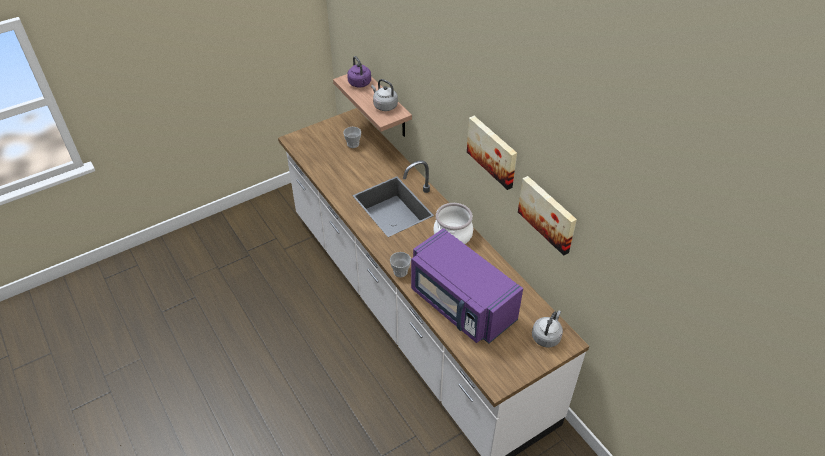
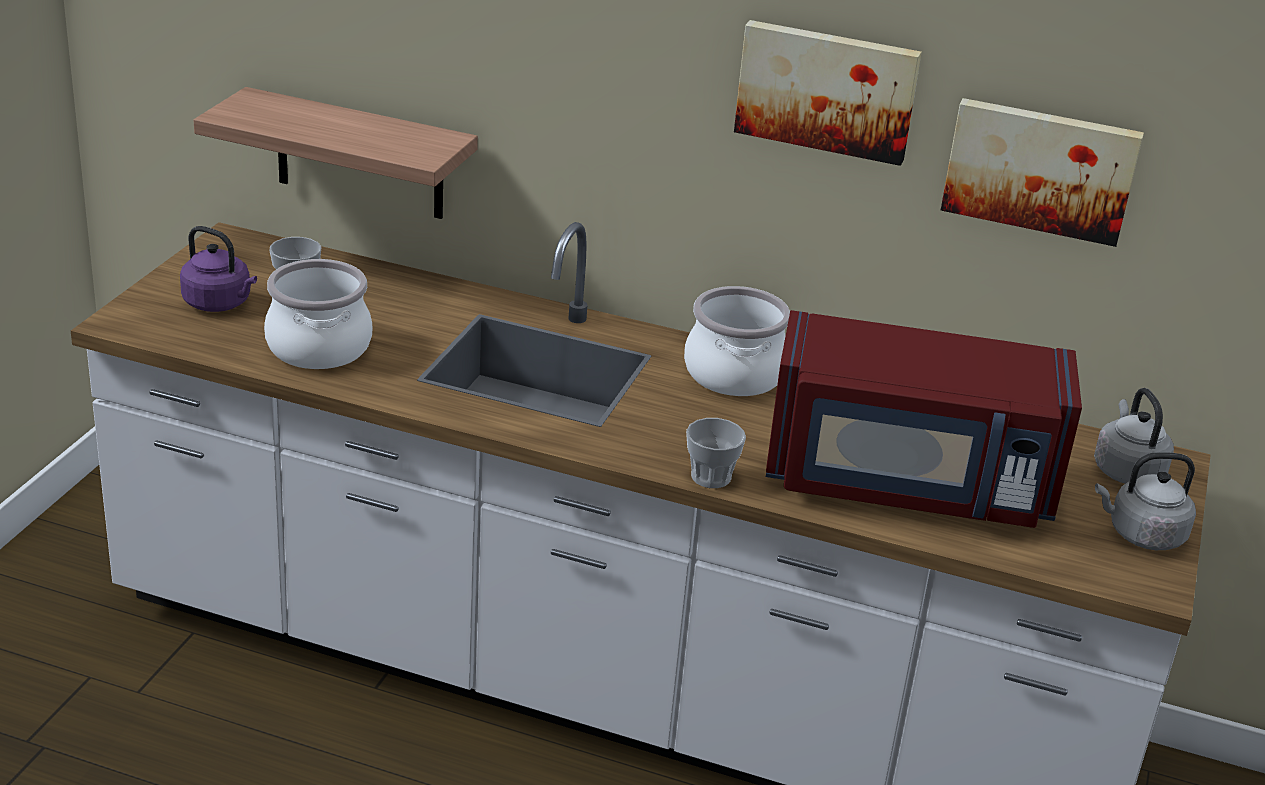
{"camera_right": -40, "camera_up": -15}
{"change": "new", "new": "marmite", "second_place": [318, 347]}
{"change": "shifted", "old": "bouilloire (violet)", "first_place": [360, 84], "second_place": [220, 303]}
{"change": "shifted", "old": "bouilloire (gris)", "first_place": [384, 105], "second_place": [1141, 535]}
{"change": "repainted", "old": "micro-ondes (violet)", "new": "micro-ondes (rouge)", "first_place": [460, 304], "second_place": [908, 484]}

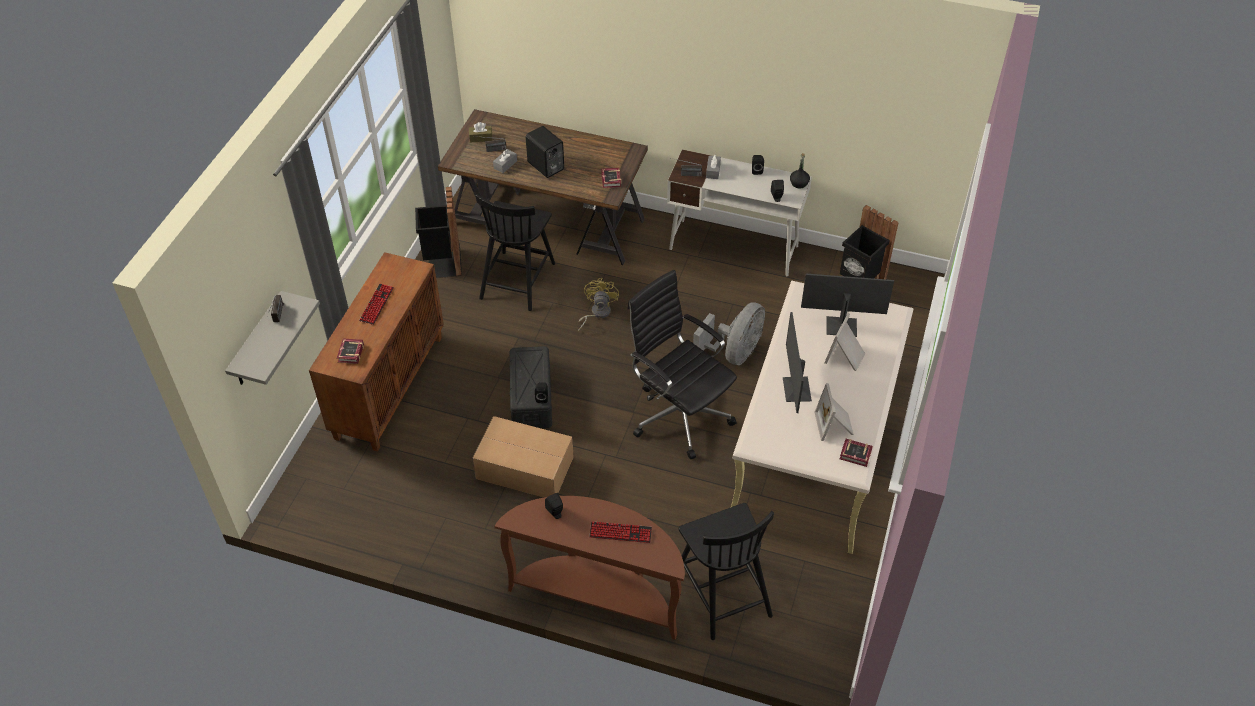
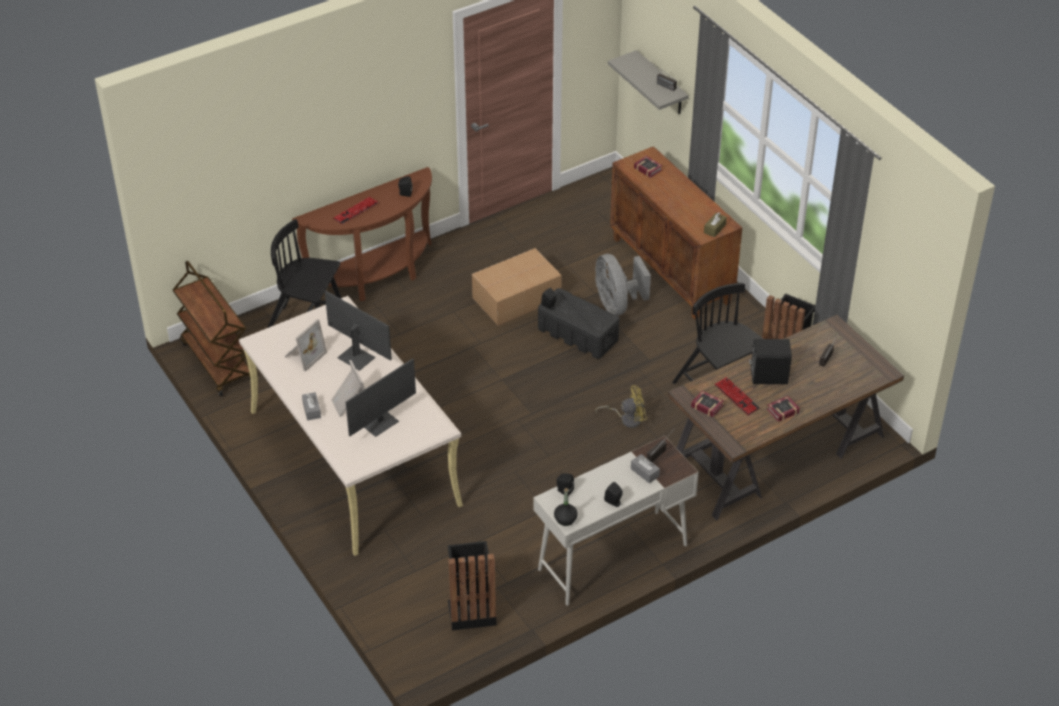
{"camera_right": 130, "camera_up": -5}
{"change": "gone", "old": "chaise de bureau (noir)", "first_place": [679, 414]}
{"change": "new", "new": "chariot (marron)", "second_place": [216, 362]}
{"change": "shifted", "old": "clavier", "first_place": [376, 304], "second_place": [737, 397]}
{"change": "shifted", "old": "boîte à mouchoirs (marron)", "first_place": [481, 138], "second_place": [714, 229]}
{"change": "shifted", "old": "boîte à mouchoirs (gris)", "first_place": [505, 165], "second_place": [311, 410]}
{"change": "shifted", "old": "ventilateur (gris)", "first_place": [734, 353], "second_place": [617, 304]}
{"change": "shifted", "old": "livre", "first_place": [856, 455], "second_place": [781, 411]}
{"change": "rotated", "old": "ventilateur (jaune)", "first_place": [597, 313], "second_place": [627, 419], "degrees": -60}
{"change": "rotated", "old": "cadre photo", "first_place": [835, 425], "second_place": [303, 355], "degrees": 90}

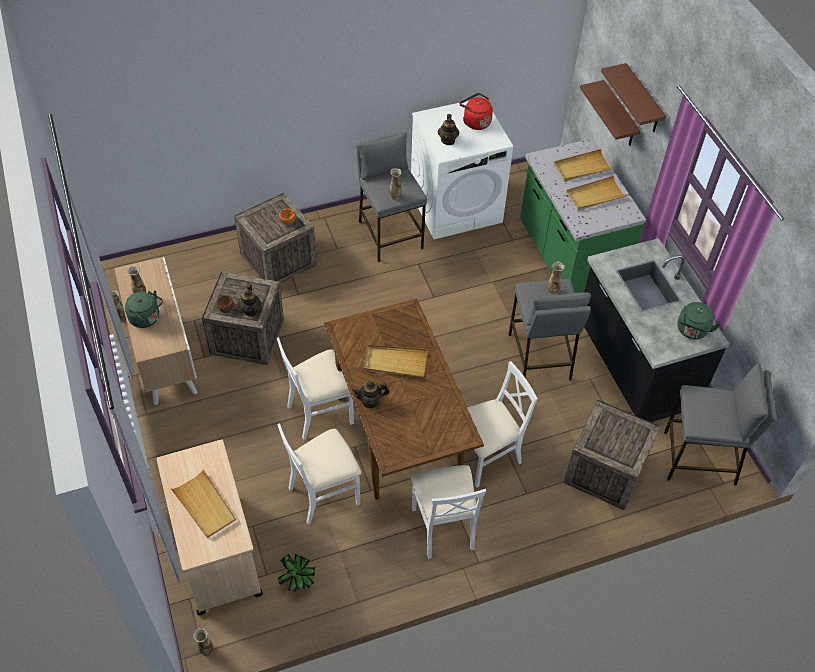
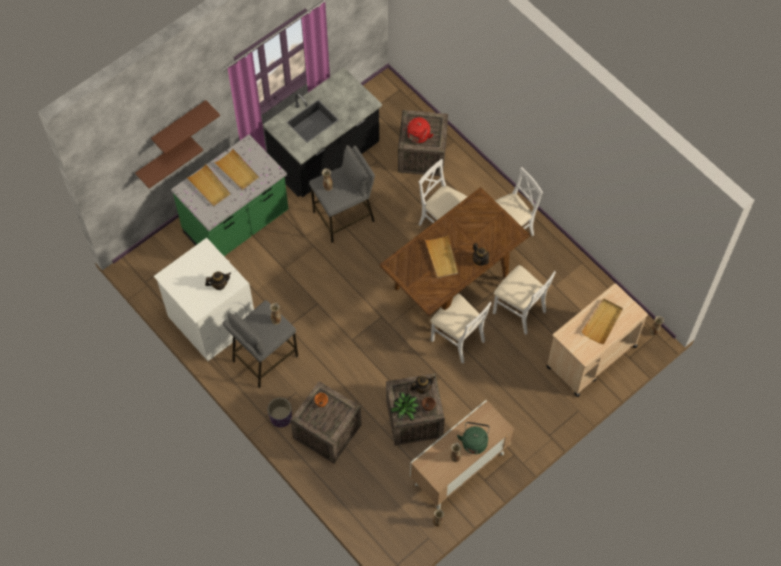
{"camera_right": -110, "camera_up": 10}
{"change": "gone", "old": "tabouret (gris)", "first_place": [700, 459]}
{"change": "gone", "old": "bouilloire (vert)", "first_place": [692, 331]}
{"change": "new", "new": "cache-pot (violet)", "second_place": [281, 417]}
{"change": "shifted", "old": "plante en pot", "first_place": [298, 583], "second_place": [405, 412]}
{"change": "shifted", "old": "bouilloire (rouge)", "first_place": [475, 122], "second_place": [418, 137]}

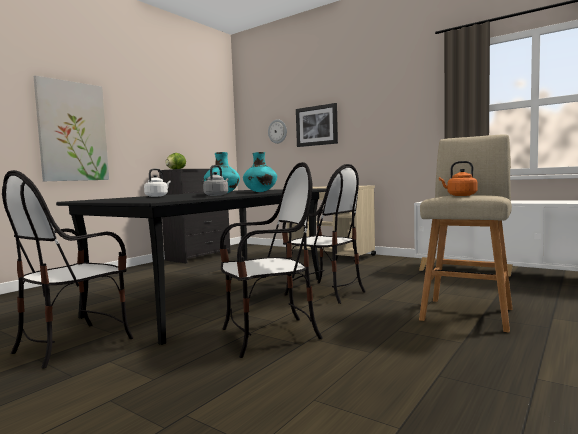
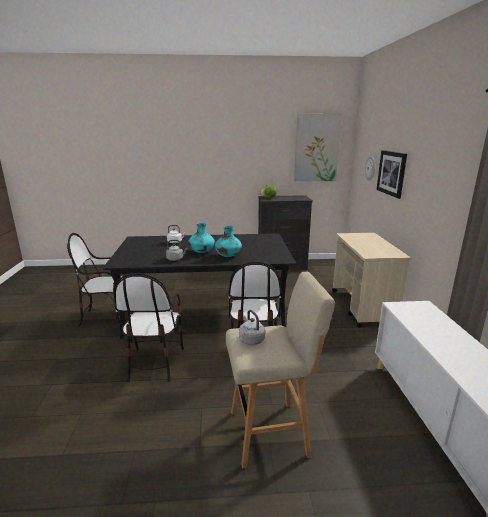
{"camera_right": 50, "camera_up": 15}
{"change": "shifted", "old": "tableau", "first_place": [72, 131], "second_place": [316, 148]}
{"change": "repainted", "old": "bouilloire (orange)", "new": "bouilloire (gris)", "first_place": [460, 195], "second_place": [251, 339]}
{"change": "rotated", "old": "chaise", "first_place": [269, 336], "second_place": [154, 363], "degrees": 60}

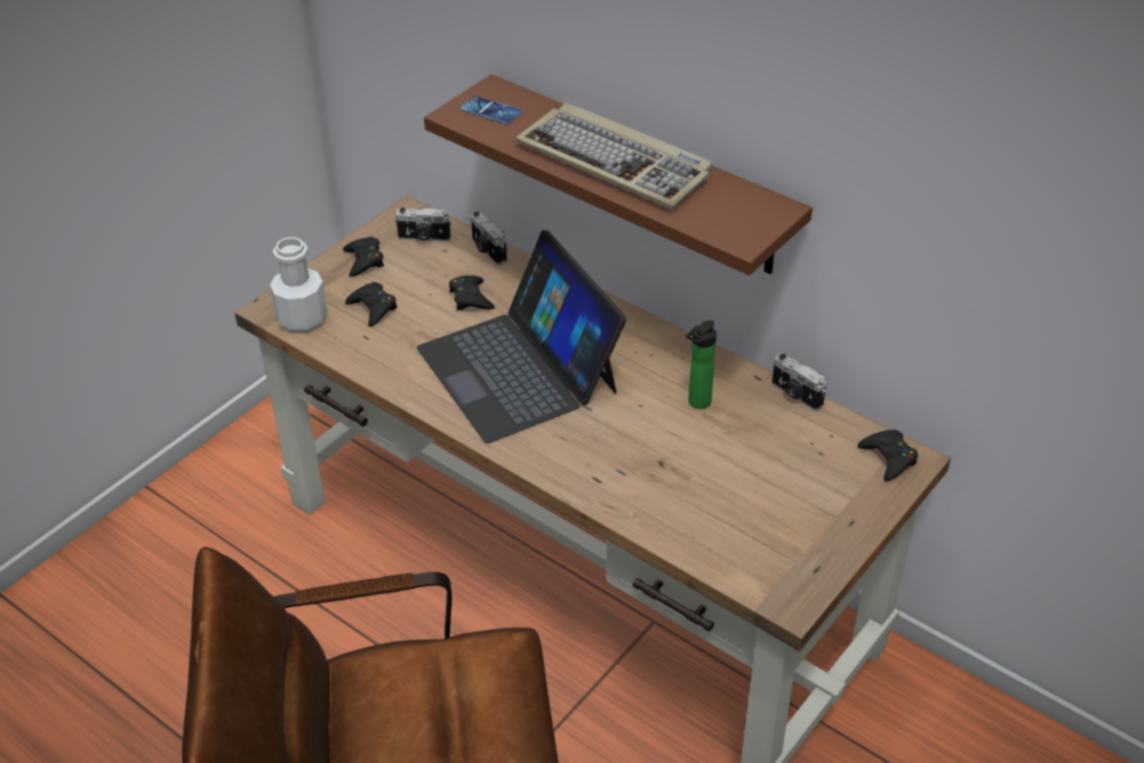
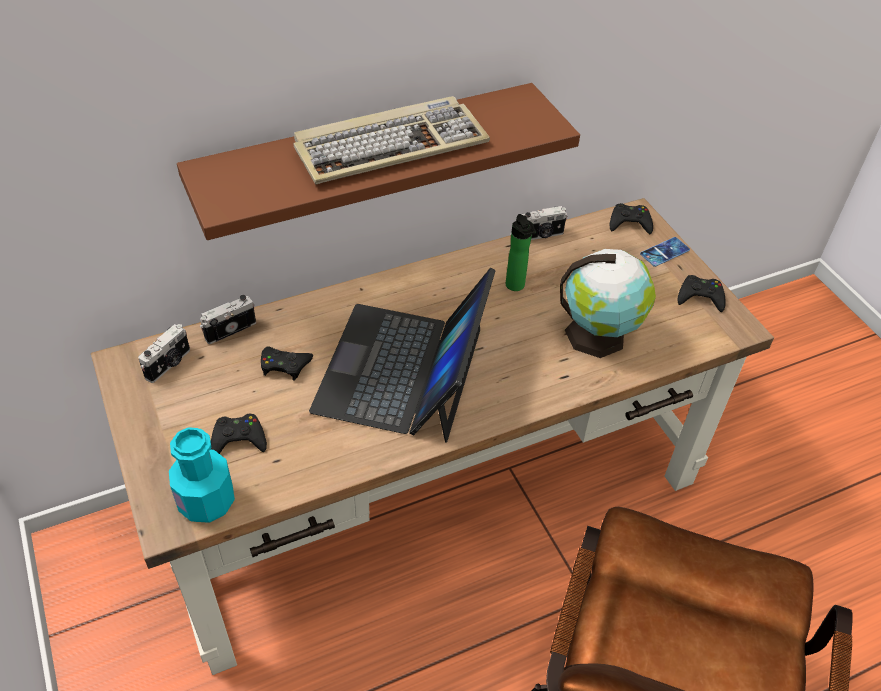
{"camera_right": -65, "camera_up": 5}
{"change": "new", "new": "globe", "second_place": [599, 335]}
{"change": "shifted", "old": "manette (noir)", "first_place": [364, 260], "second_place": [700, 297]}
{"change": "shifted", "old": "téléphone", "first_place": [491, 111], "second_place": [664, 252]}
{"change": "repainted", "old": "bouteille (blanc)", "new": "bouteille (turquoise)", "first_place": [302, 318], "second_place": [207, 501]}
{"change": "rotated", "old": "ordinateur portable", "first_place": [519, 369], "second_place": [402, 371], "degrees": 105}
{"change": "rotated", "old": "appareil photo", "first_place": [487, 251], "second_place": [229, 329], "degrees": 150}

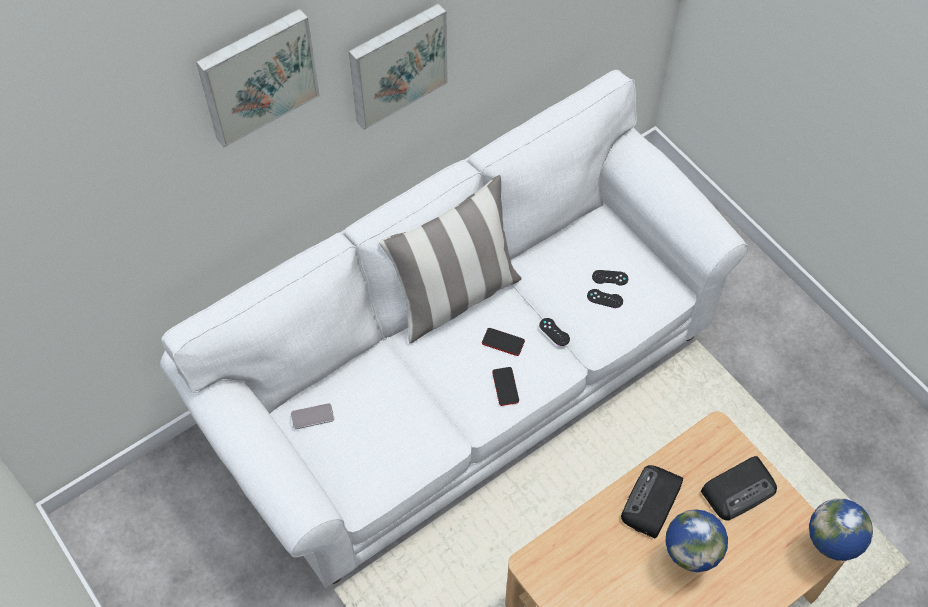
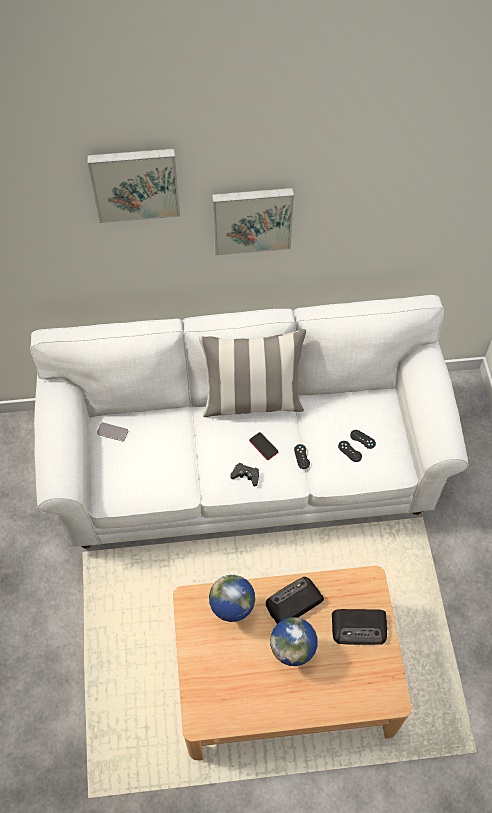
{"camera_right": 30, "camera_up": 0}
{"change": "shifted", "old": "globe", "first_place": [826, 551], "second_place": [232, 613]}
{"change": "swapped", "old": "téléphone", "new": "manette (noir)", "first_place": [505, 386], "second_place": [246, 476]}

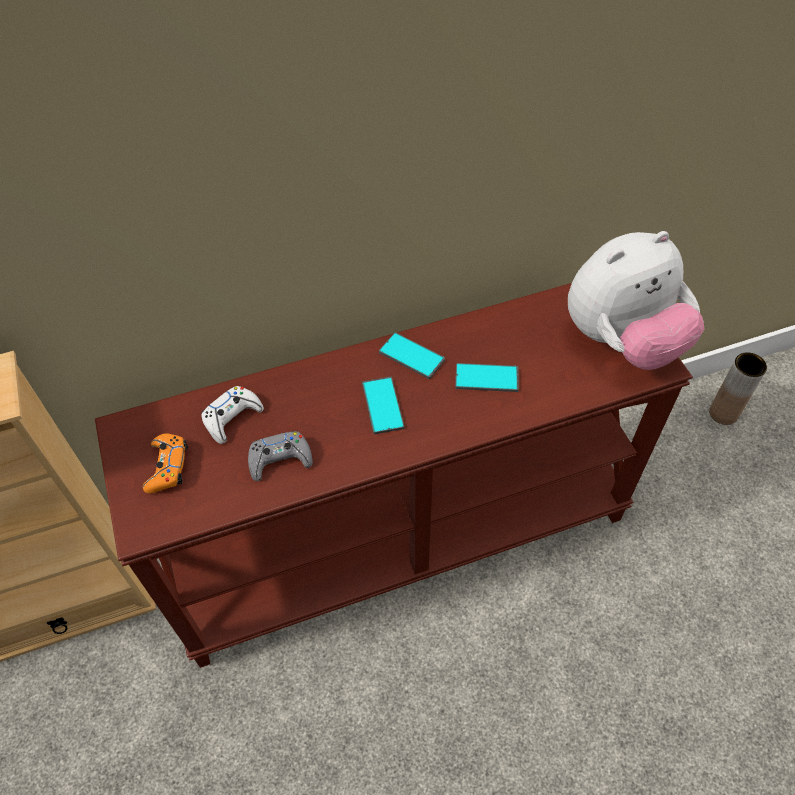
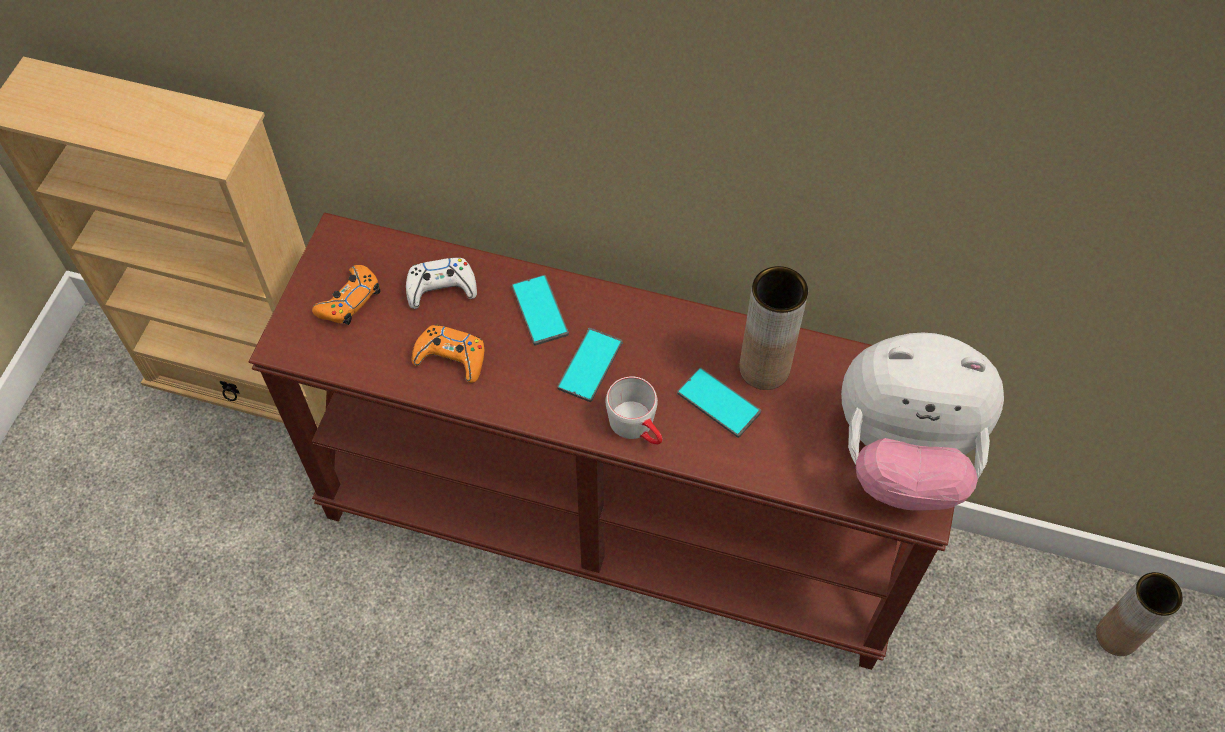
{"camera_right": 35, "camera_up": 5}
{"change": "new", "new": "mug (gris)", "second_place": [638, 428]}
{"change": "new", "new": "vase (marron)", "second_place": [764, 368]}
{"change": "shifted", "old": "téléphone", "first_place": [411, 356], "second_place": [540, 310]}
{"change": "repainted", "old": "manette (gris)", "new": "manette (orange)", "first_place": [280, 460], "second_place": [451, 358]}

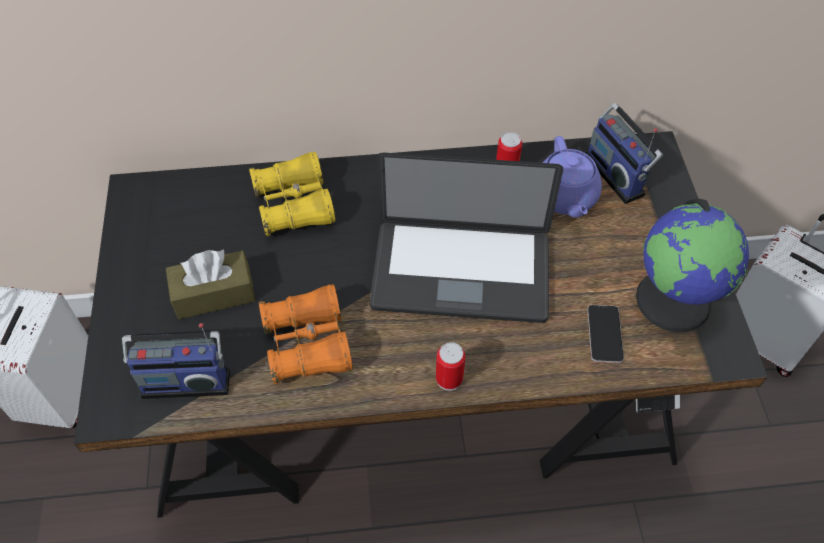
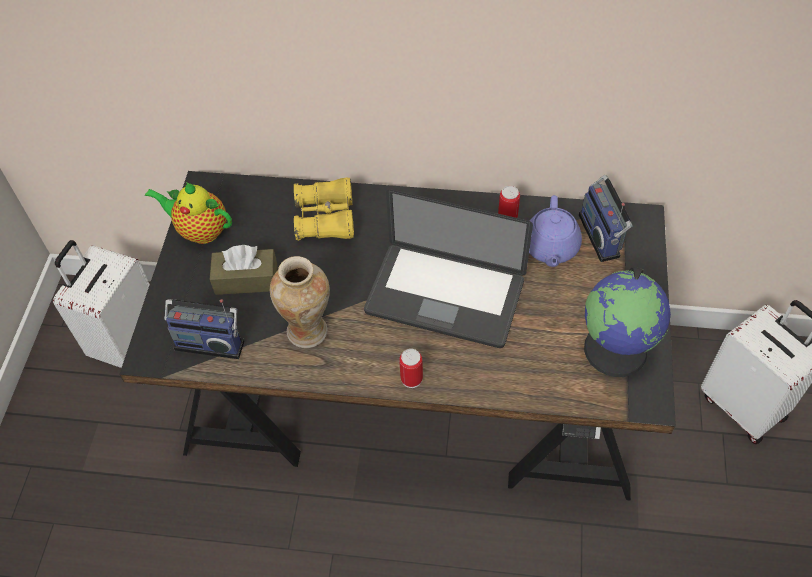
{"camera_right": 15, "camera_up": 0}
{"change": "gone", "old": "téléphone", "first_place": [604, 334]}
{"change": "new", "new": "théière", "second_place": [200, 230]}
{"change": "swapped", "old": "jumelles (orange)", "new": "vase", "first_place": [308, 343], "second_place": [308, 331]}

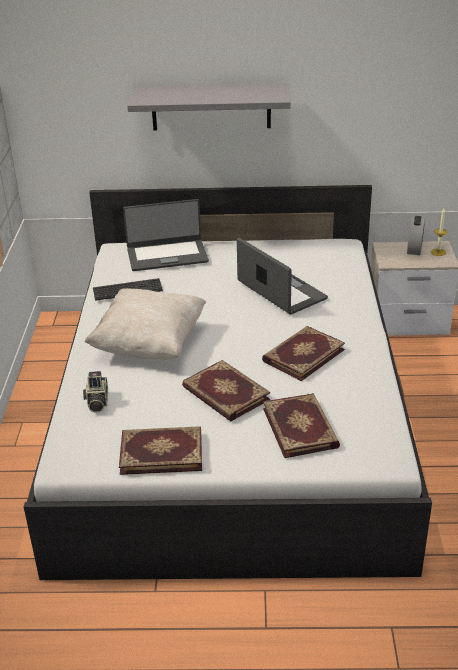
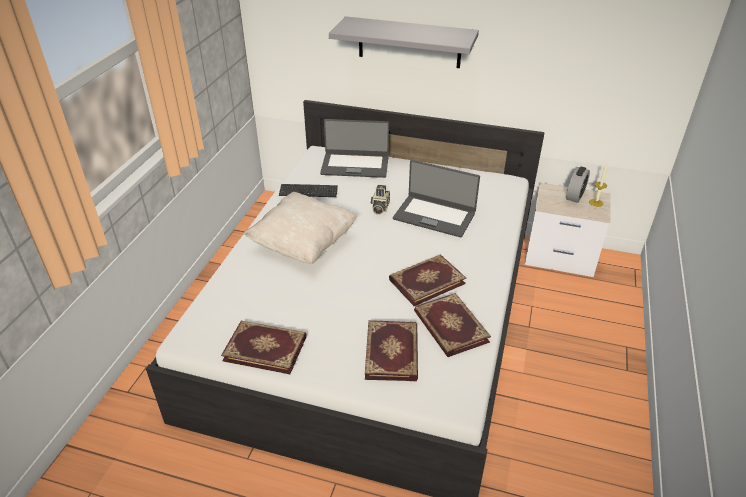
{"camera_right": 15, "camera_up": 5}
{"change": "shifted", "old": "appareil photo", "first_place": [97, 402], "second_place": [379, 208]}
{"change": "shifted", "old": "livre", "first_place": [224, 394], "second_place": [449, 327]}
{"change": "rotated", "old": "ordinateur portable", "first_place": [280, 291], "second_place": [434, 215], "degrees": 135}

